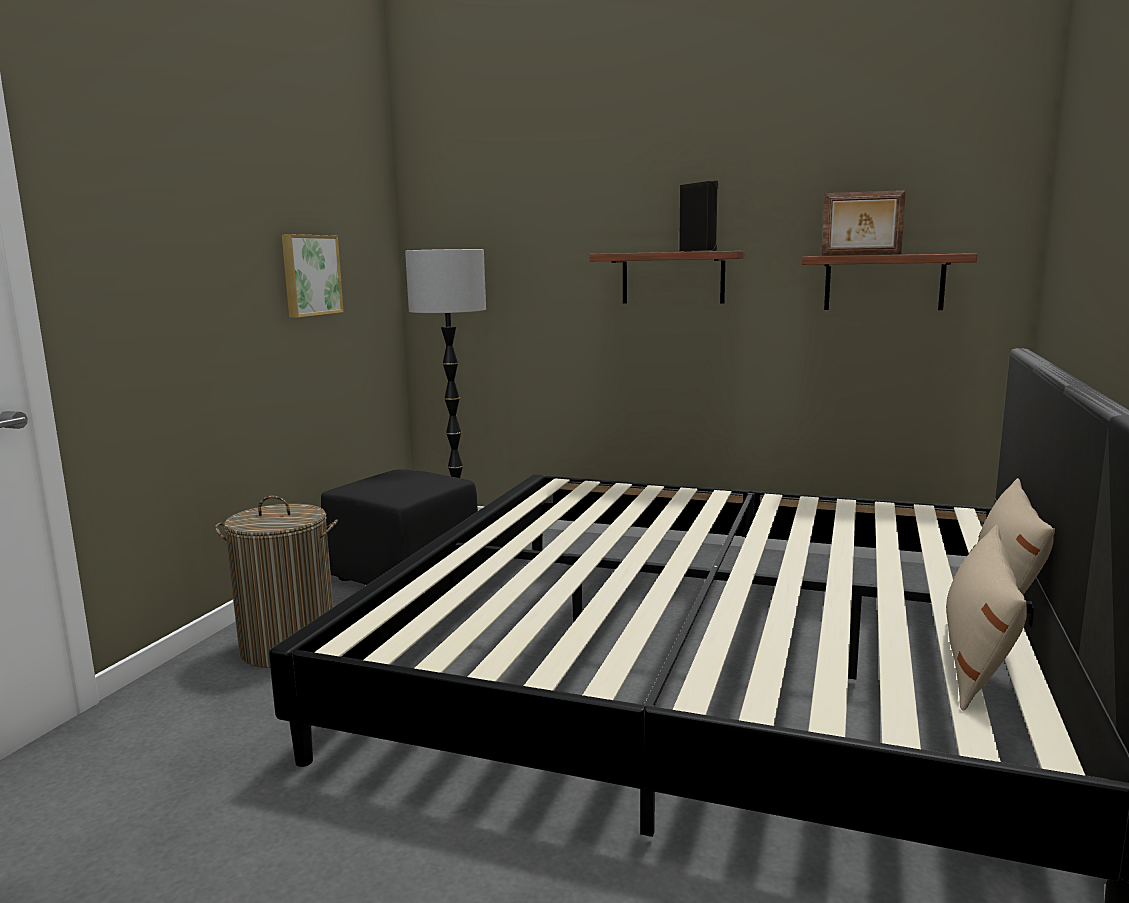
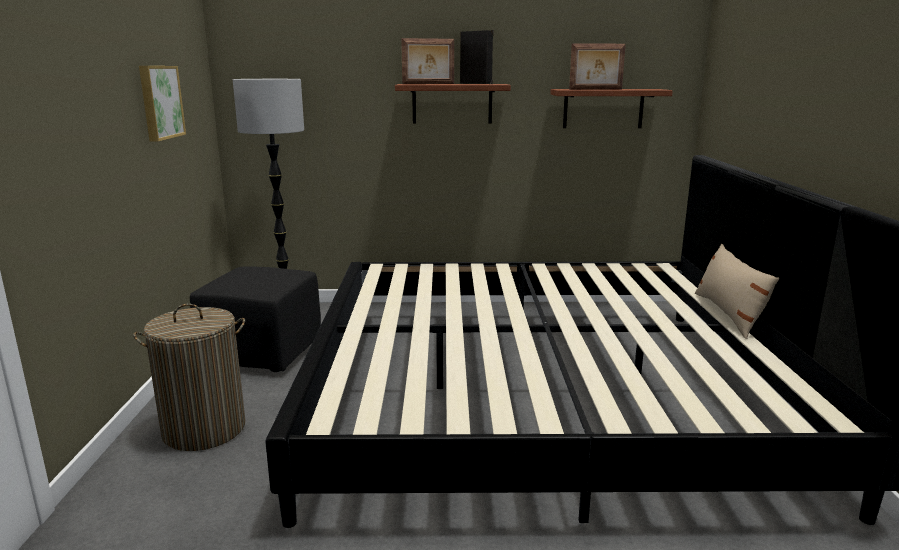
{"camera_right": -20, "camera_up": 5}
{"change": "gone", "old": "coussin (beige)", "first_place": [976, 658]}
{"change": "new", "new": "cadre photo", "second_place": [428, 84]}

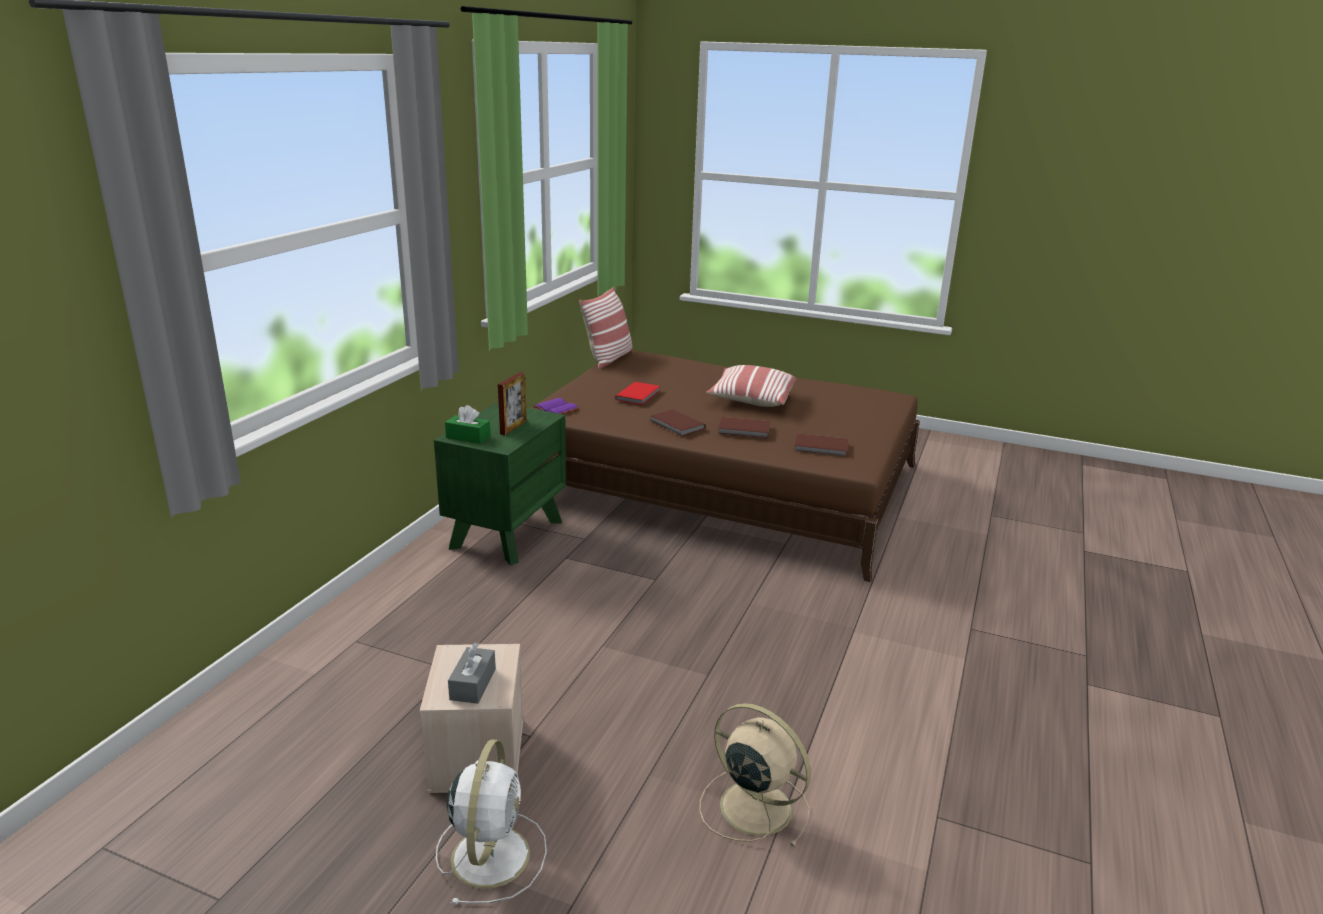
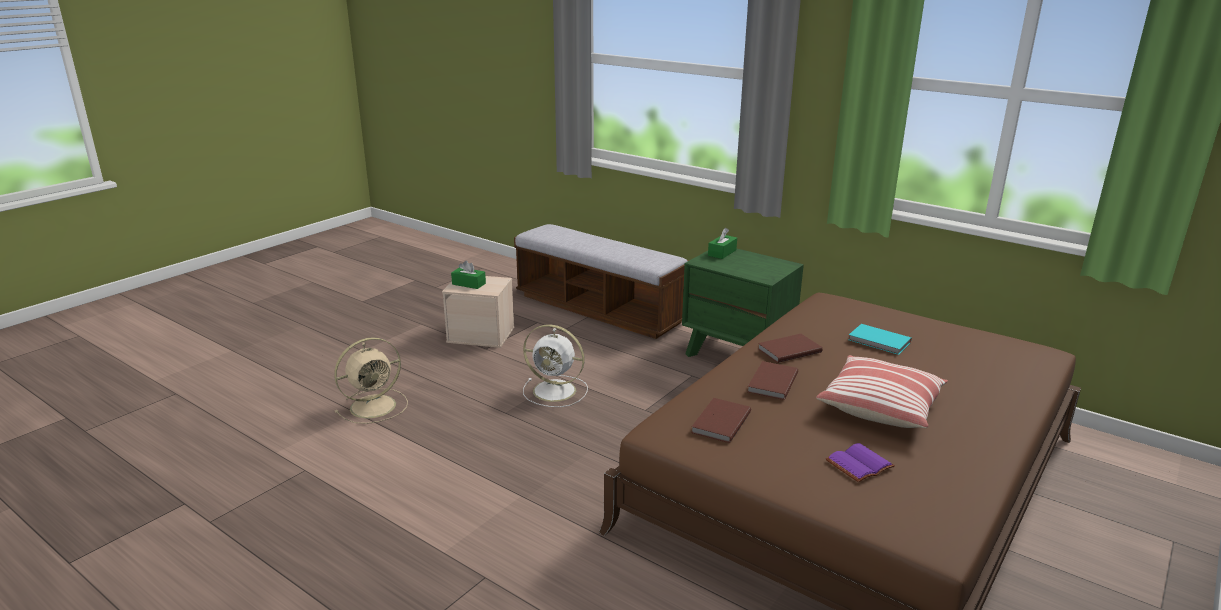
{"camera_right": 105, "camera_up": 0}
{"change": "gone", "old": "cadre photo", "first_place": [513, 427]}
{"change": "gone", "old": "coussin", "first_place": [608, 358]}
{"change": "new", "new": "banc", "second_place": [600, 309]}
{"change": "shifted", "old": "ventilateur (blanc)", "first_place": [491, 853], "second_place": [556, 391]}
{"change": "shifted", "old": "livre (violet)", "first_place": [557, 409], "second_place": [860, 465]}
{"change": "repainted", "old": "boîte à mouchoirs (gris)", "new": "boîte à mouchoirs (vert)", "first_place": [473, 684], "second_place": [469, 284]}
{"change": "repainted", "old": "livre (rouge)", "new": "livre (turquoise)", "first_place": [639, 395], "second_place": [879, 342]}

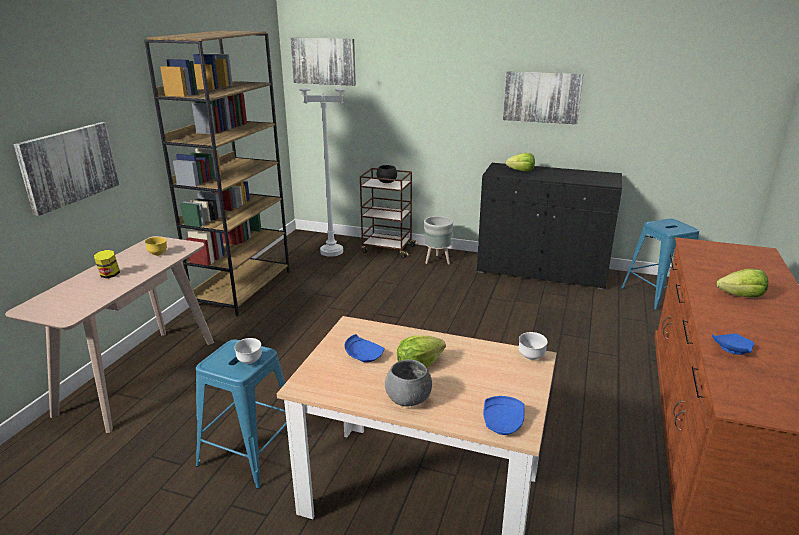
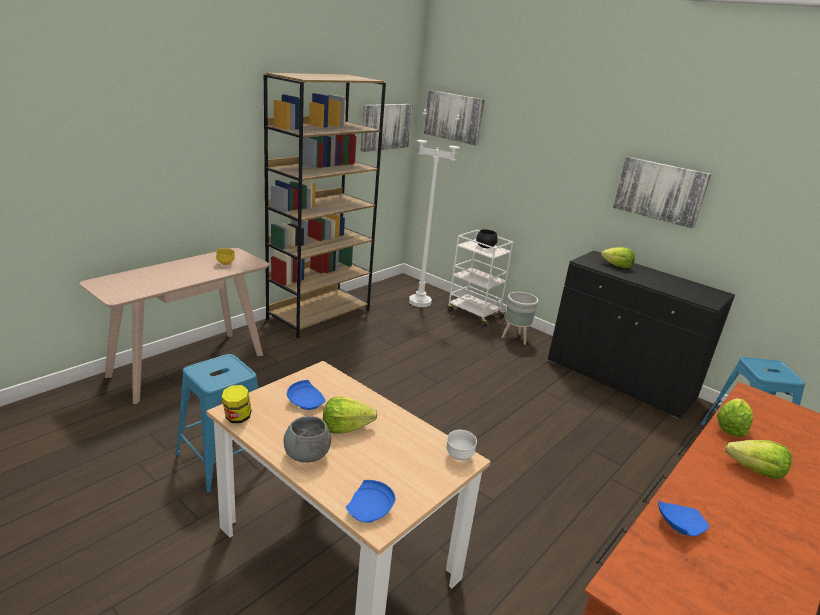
{"camera_right": 20, "camera_up": 0}
{"change": "gone", "old": "bol (blanc)", "first_place": [250, 362]}
{"change": "new", "new": "laitue", "second_place": [730, 428]}
{"change": "shifted", "old": "tableau", "first_place": [69, 166], "second_place": [385, 126]}
{"change": "shifted", "old": "bocal", "first_place": [109, 275], "second_place": [237, 418]}
{"change": "repainted", "old": "chariot (marron)", "new": "chariot (blanc)", "first_place": [387, 249], "second_place": [474, 313]}

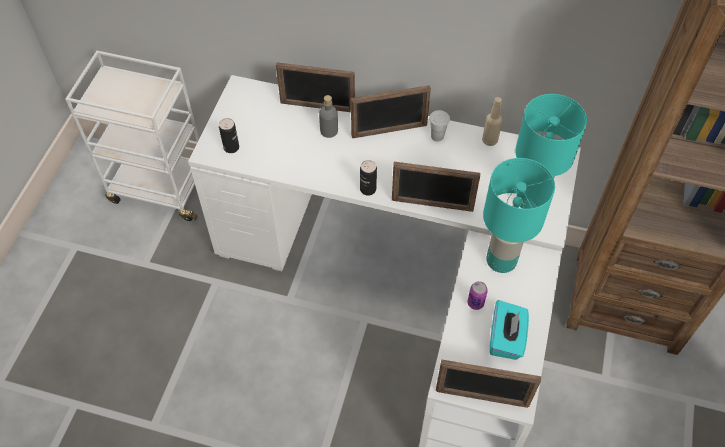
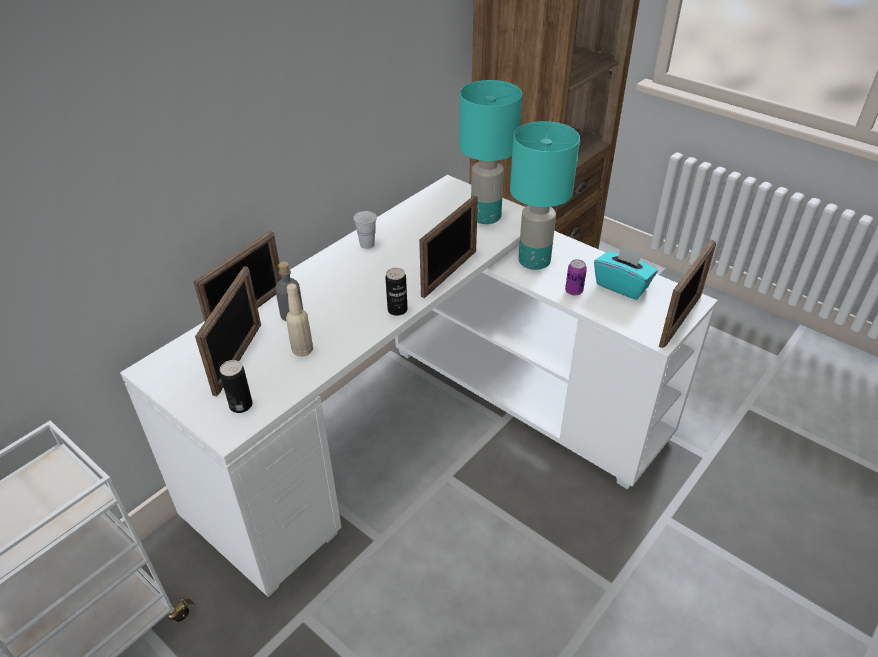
{"camera_right": -65, "camera_up": -15}
{"change": "shifted", "old": "cadre photo", "first_place": [389, 131], "second_place": [238, 358]}
{"change": "shifted", "old": "bouteille (beige)", "first_place": [489, 140], "second_place": [302, 350]}

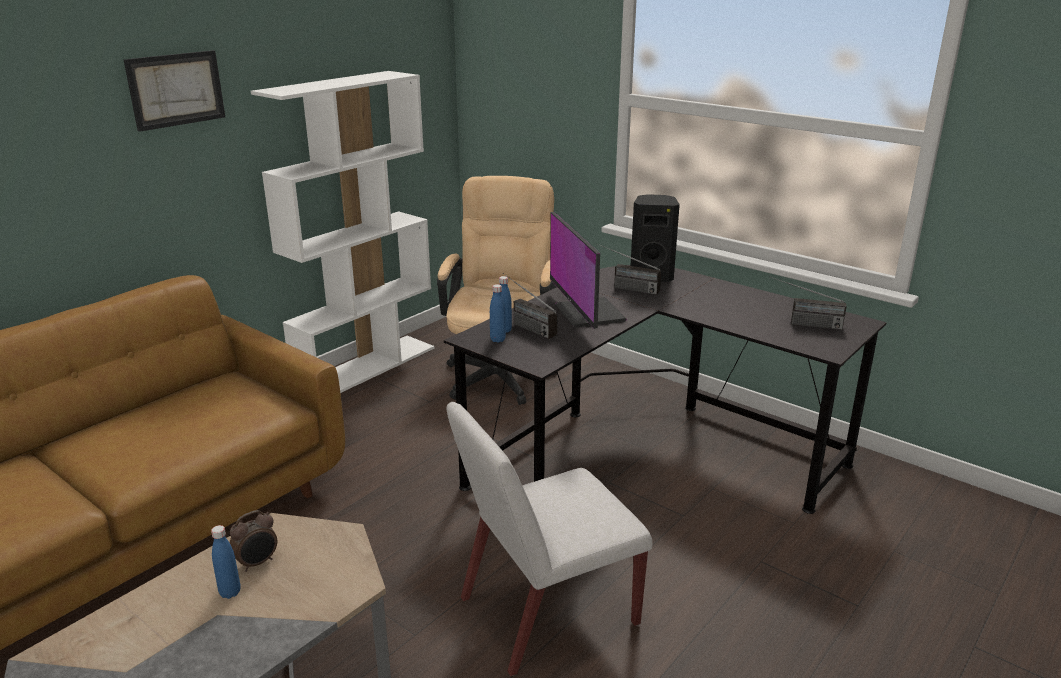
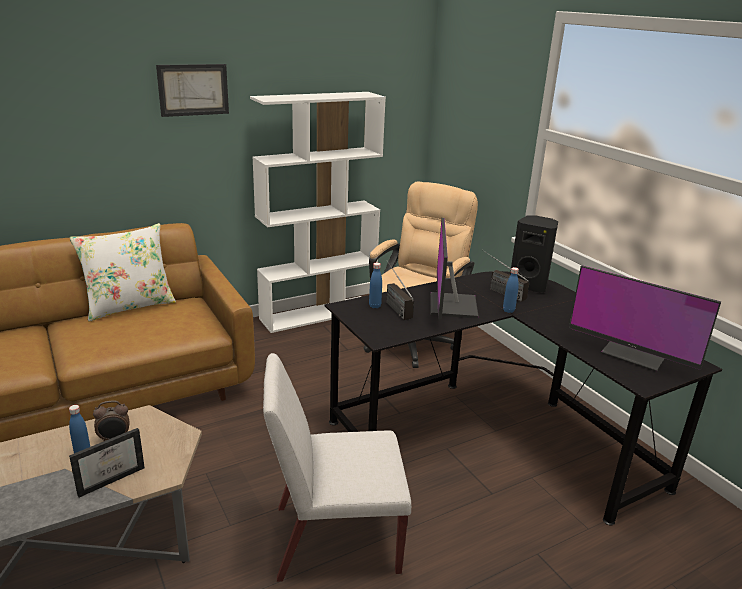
{"camera_right": 20, "camera_up": 0}
{"change": "new", "new": "cadre photo", "second_place": [110, 477]}
{"change": "new", "new": "coussin (blanc)", "second_place": [129, 306]}
{"change": "shifted", "old": "bouteille (bleu)", "first_place": [497, 339], "second_place": [508, 310]}
{"change": "swapped", "old": "radio", "new": "écran d'ordinateur", "first_place": [802, 324], "second_place": [635, 353]}

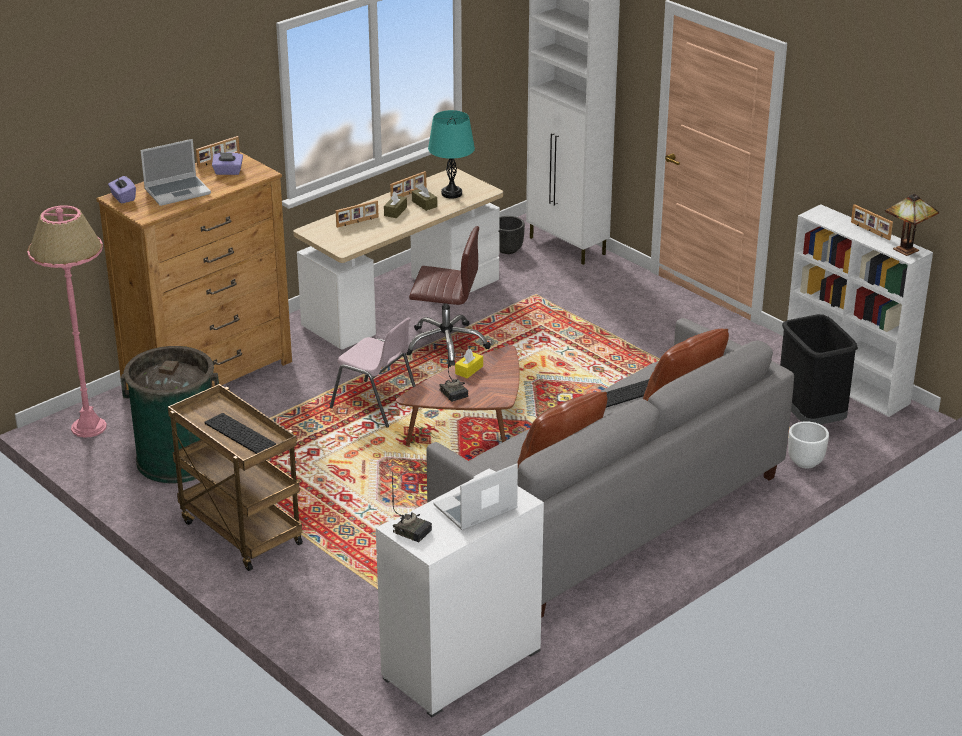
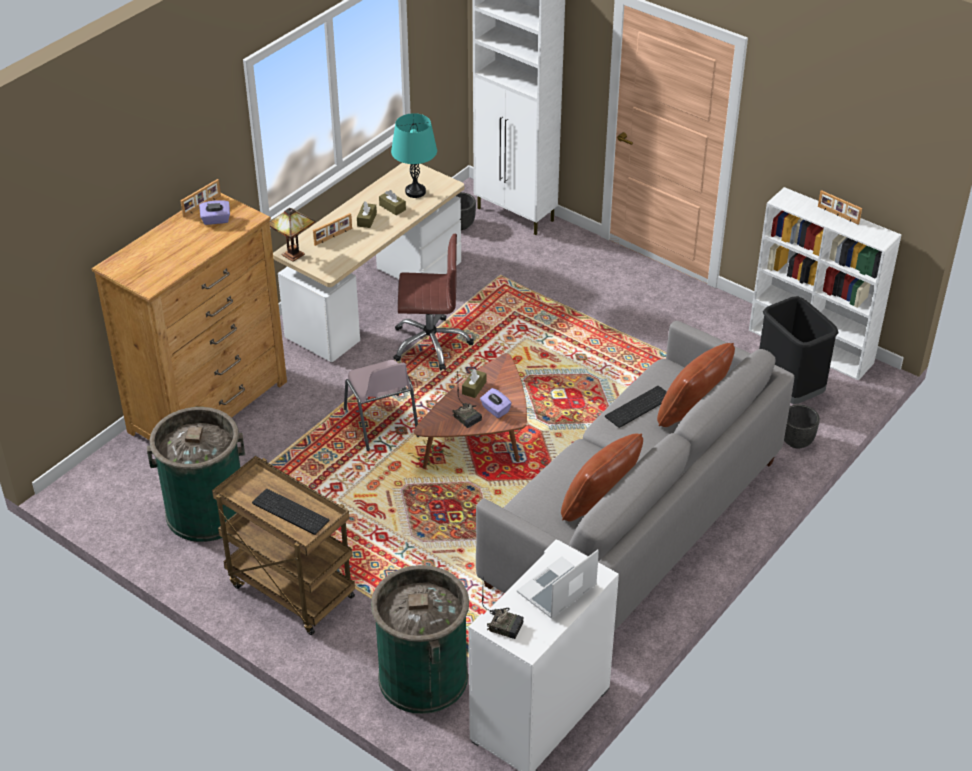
{"camera_right": -10, "camera_up": 10}
{"change": "gone", "old": "lampadaire (rose)", "first_place": [89, 427]}
{"change": "gone", "old": "ordinateur portable", "first_place": [178, 191]}
{"change": "gone", "old": "cadre photo", "first_place": [409, 194]}
{"change": "new", "new": "poubelle (vert)", "second_place": [423, 677]}
{"change": "shifted", "old": "boîte à mouchoirs (violet)", "first_place": [123, 198], "second_place": [495, 410]}
{"change": "shifted", "old": "lampe de table", "first_place": [906, 249], "second_place": [293, 253]}
{"change": "repainted", "old": "boîte à mouchoirs (jaune)", "new": "boîte à mouchoirs (marron)", "first_place": [469, 370], "second_place": [474, 388]}
{"change": "repainted", "old": "cache-pot (blanc)", "new": "cache-pot (noir)", "first_place": [805, 462], "second_place": [797, 441]}
{"change": "rotated", "old": "chaise (rose)", "first_place": [376, 405], "second_place": [382, 423], "degrees": 45}

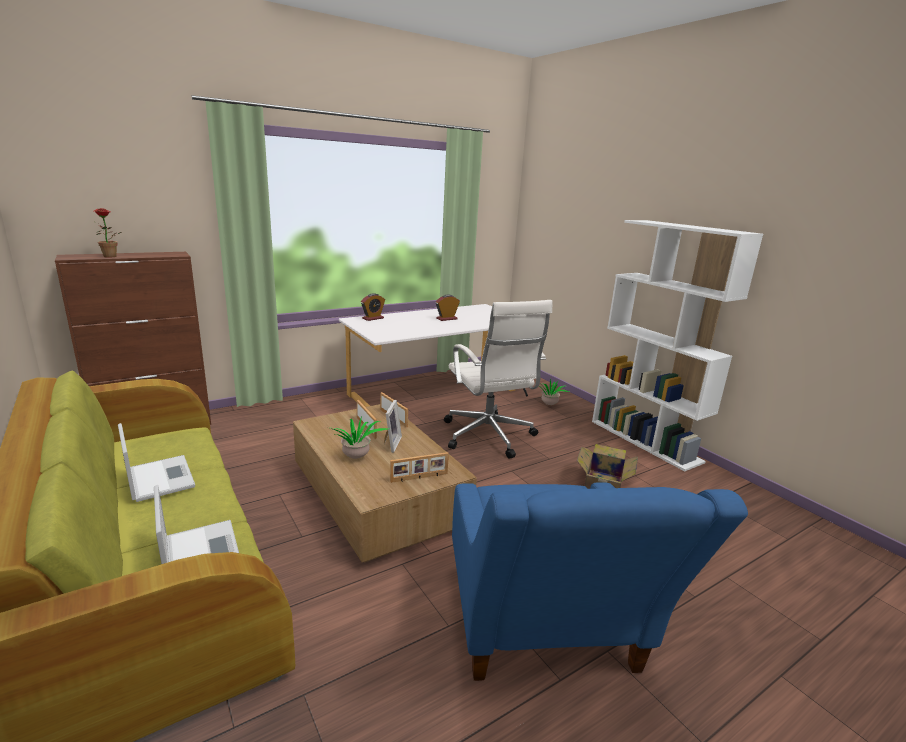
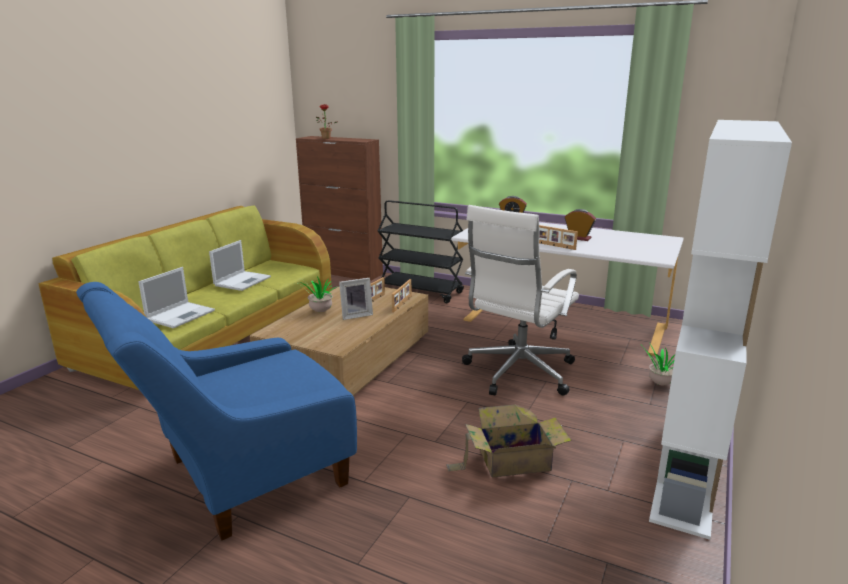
{"camera_right": 60, "camera_up": 0}
{"change": "new", "new": "chariot (noir)", "second_place": [421, 292]}
{"change": "shifted", "old": "cadre photo", "first_place": [419, 478], "second_place": [554, 246]}

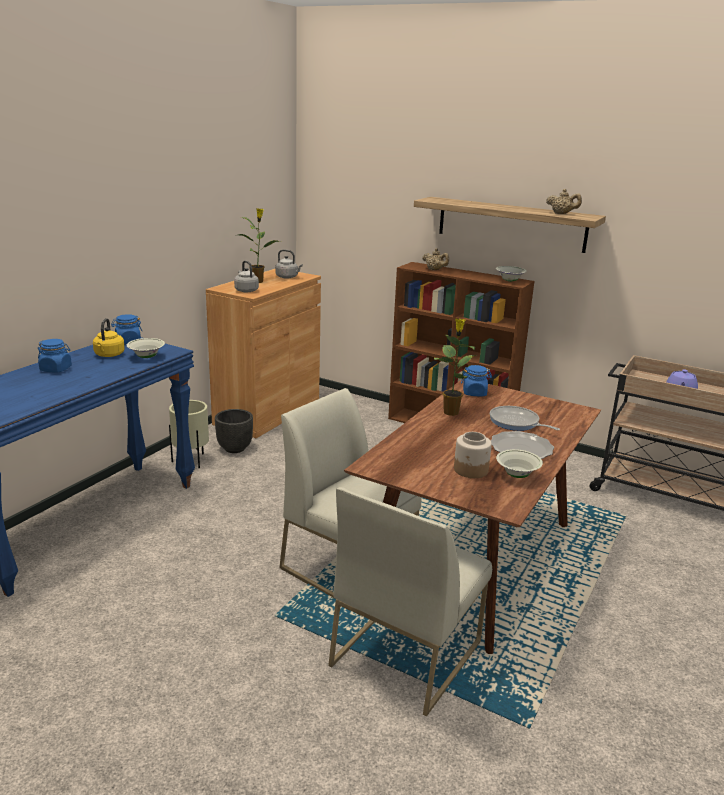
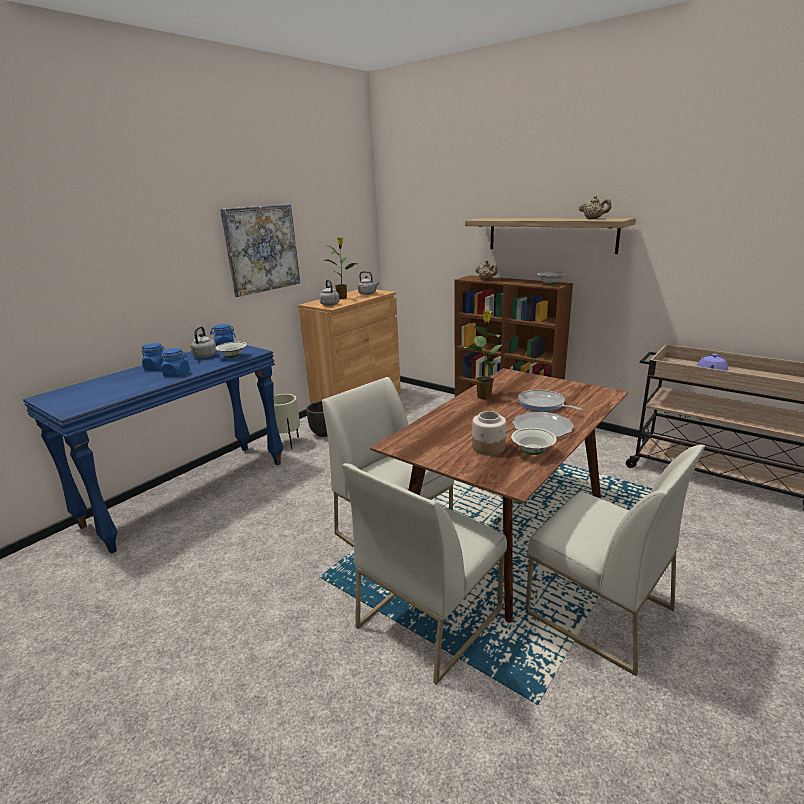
{"camera_right": 10, "camera_up": 0}
{"change": "new", "new": "tableau", "second_place": [262, 249]}
{"change": "new", "new": "chaise (blanc)", "second_place": [597, 611]}
{"change": "shifted", "old": "bocal (bleu)", "first_place": [474, 393], "second_place": [177, 374]}
{"change": "repainted", "old": "bouilloire (jaune)", "new": "bouilloire (gris)", "first_place": [109, 355], "second_place": [204, 356]}

